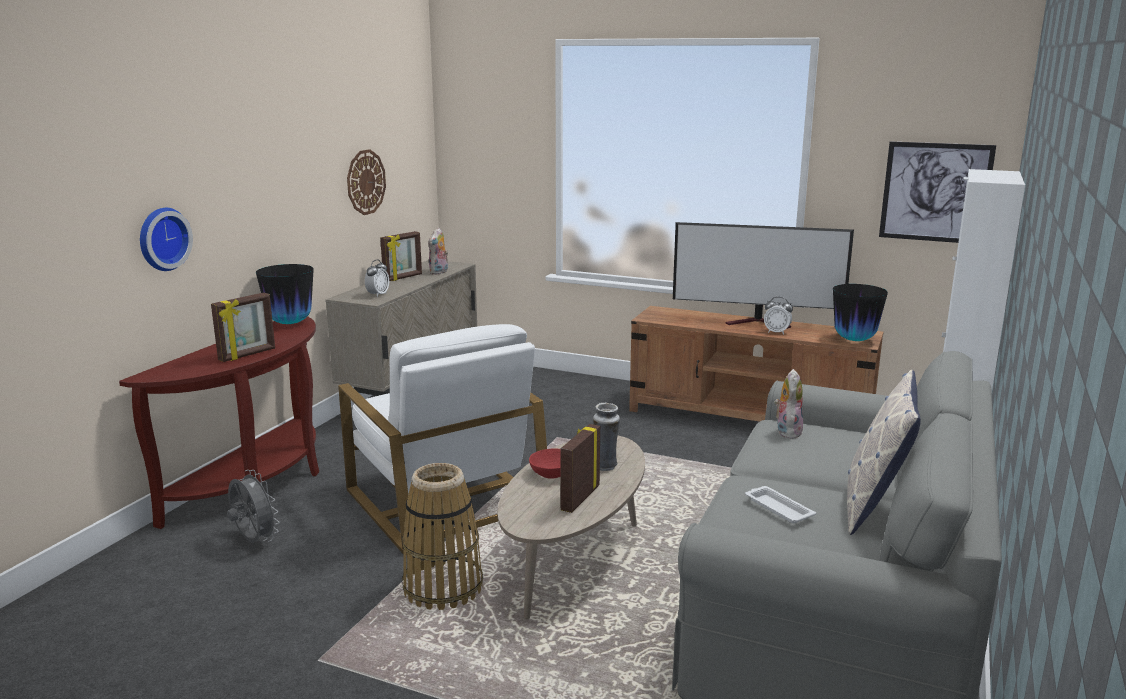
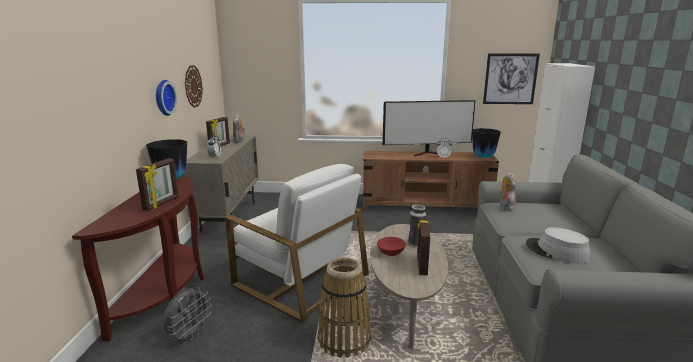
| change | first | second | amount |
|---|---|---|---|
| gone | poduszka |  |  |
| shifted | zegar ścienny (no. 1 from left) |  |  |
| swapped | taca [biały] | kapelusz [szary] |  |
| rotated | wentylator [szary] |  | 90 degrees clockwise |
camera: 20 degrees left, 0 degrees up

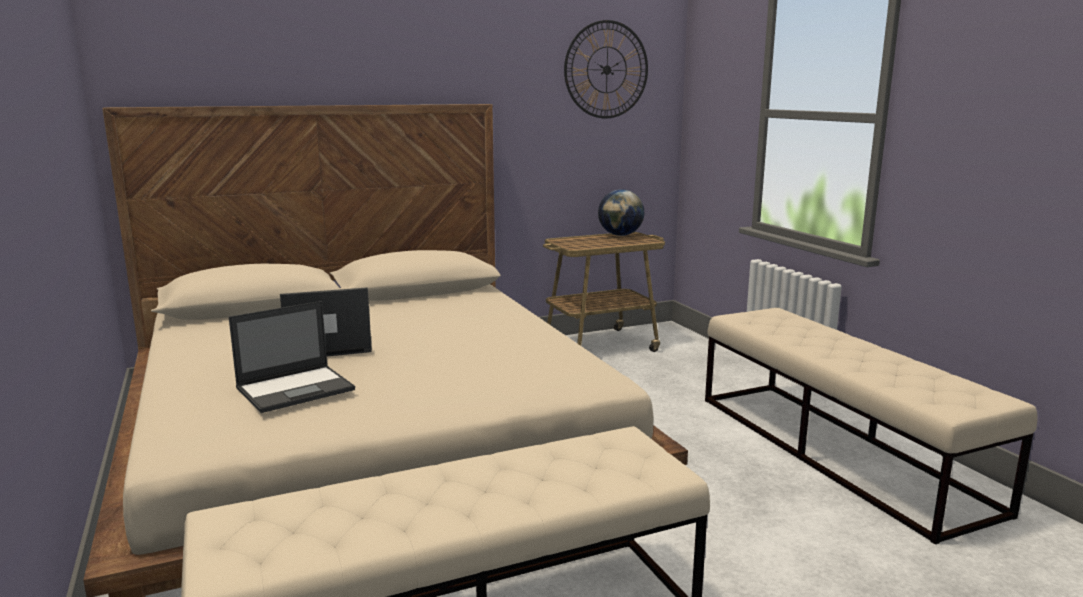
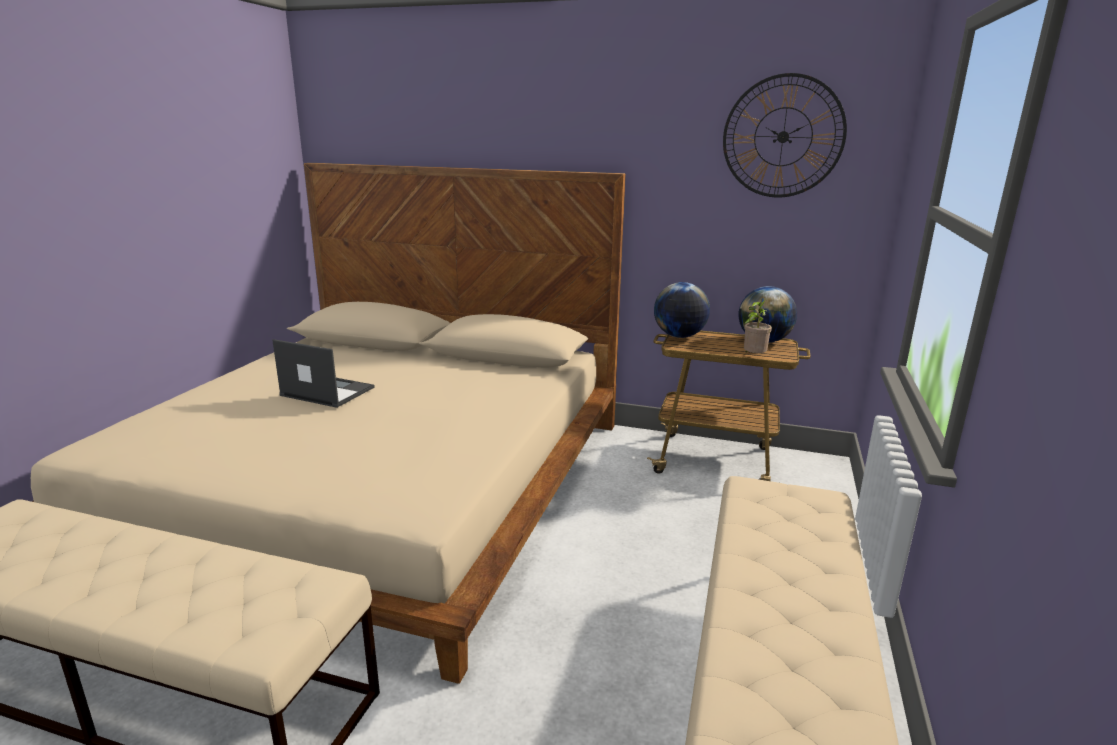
| change | first | second | amount |
|---|---|---|---|
| gone | laptop (no. 1 from left) |  |  |
| new |  | globus (no. 1 from left) |  |
| new |  | roślina doniczkowa |  |
camera: 40 degrees right, 5 degrees up

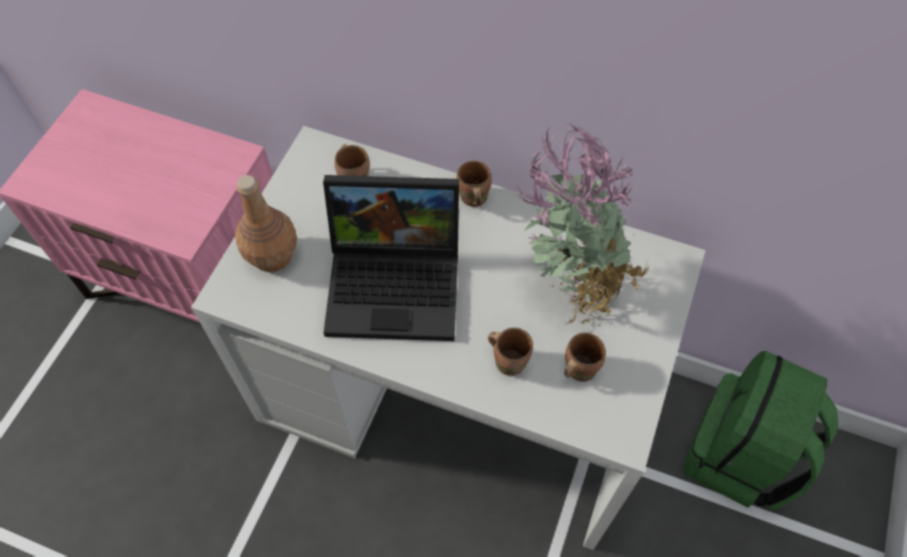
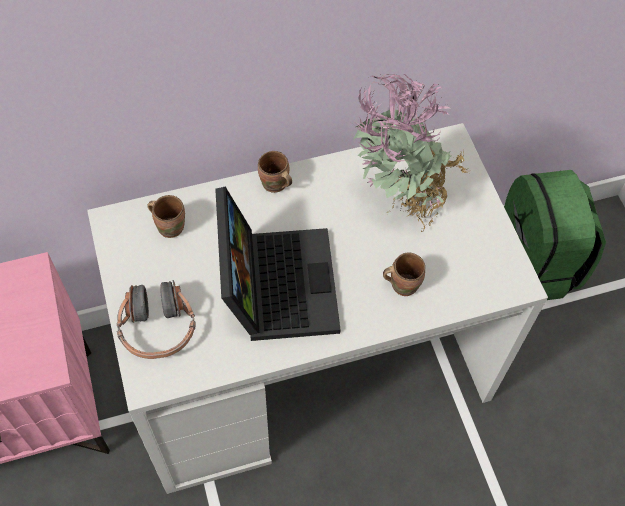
| change | first | second | amount |
|---|---|---|---|
| gone | kubek [brązowy] (no. 4 from left) |  |  |
| swapped | butelka [brązowy] | słuchawki |  |
| rotated | laptop |  | 60 degrees counterclockwise |
camera: 40 degrees left, 0 degrees up

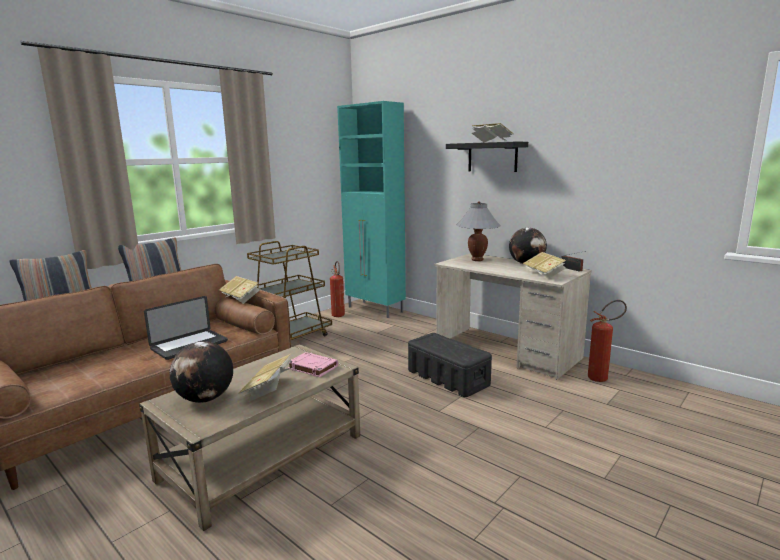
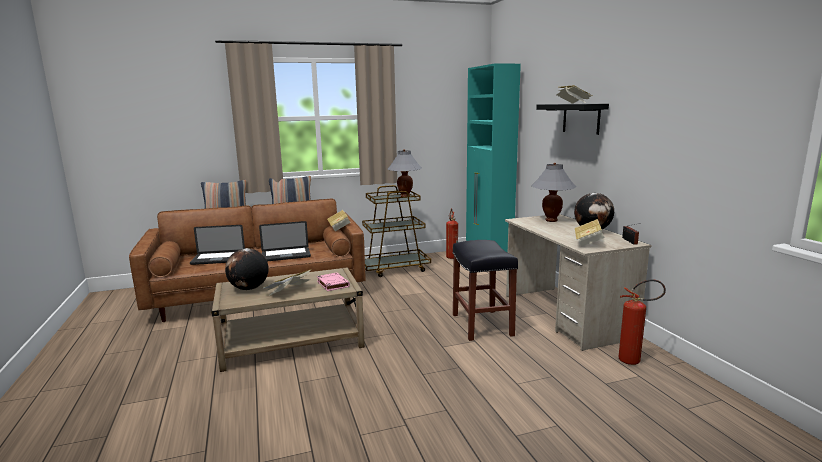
| change | first | second | amount |
|---|---|---|---|
| new |  | laptop (no. 1 from left) |  |
| new |  | lampa stołowa [szary] (no. 1 from left) |  |
| swapped | pojemnik do przechowywania [czarny] | stołek [czarny] |  |
camera: 30 degrees right, 0 degrees up

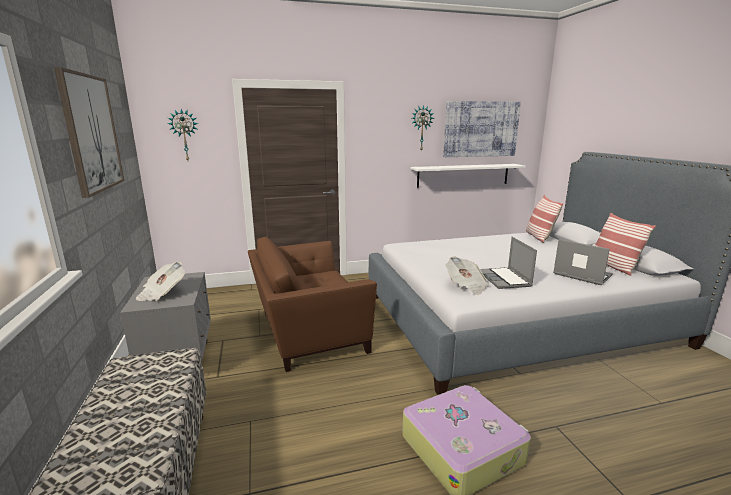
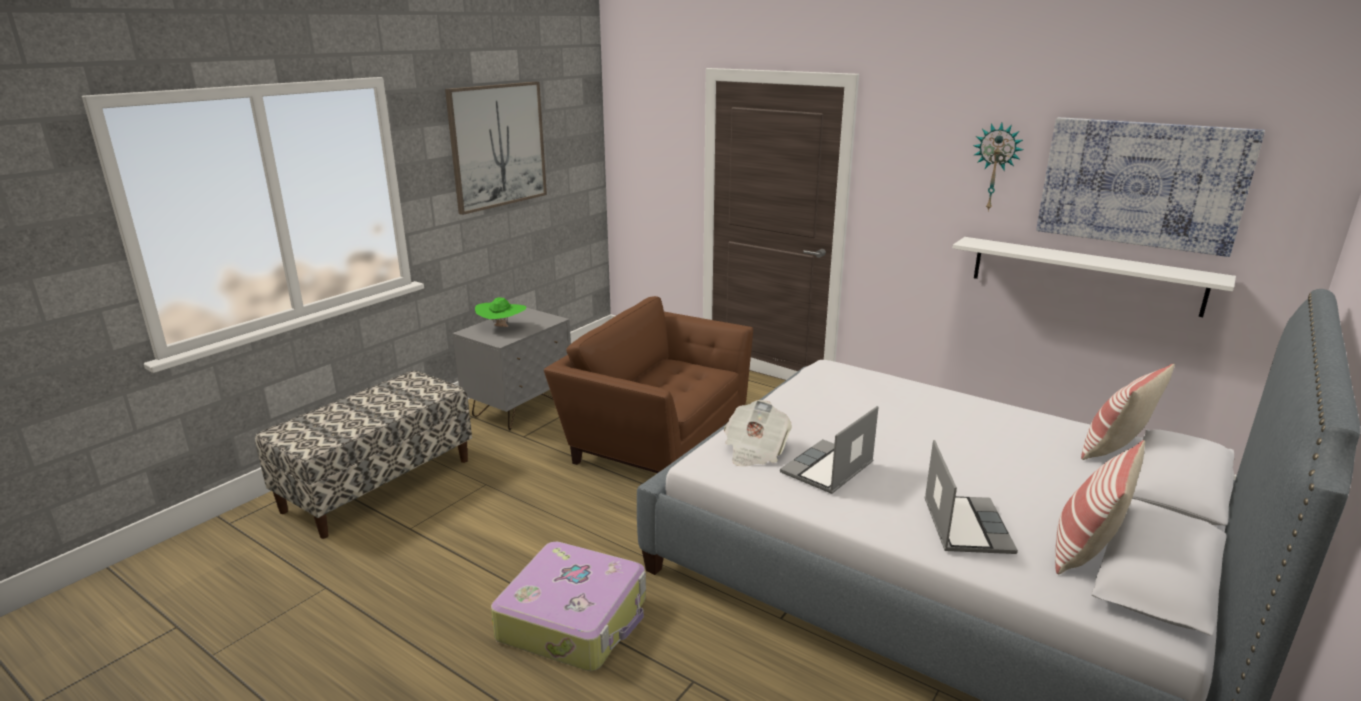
| change | first | second | amount |
|---|---|---|---|
| gone | zegar ścienny (no. 1 from left) |  |  |
| swapped | gazeta (no. 1 from left) | kapelusz [zielony] |  |
camera: 50 degrees right, 5 degrees up

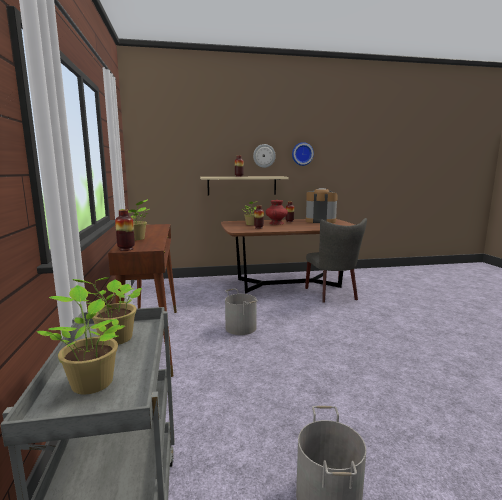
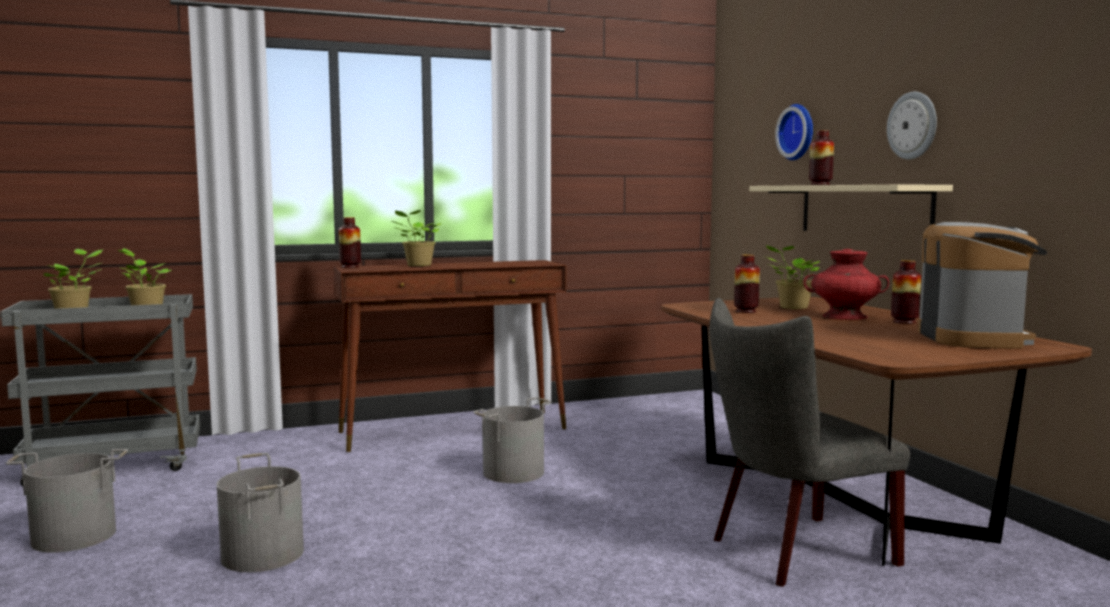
| change | first | second | amount |
|---|---|---|---|
| new |  | wiadro [szary] (no. 2 from left) |  |
| shifted | zegar ścienny (no. 2 from left in the first image) | zegar ścienny (no. 1 from left) |  |
camera: 80 degrees right, 5 degrees down

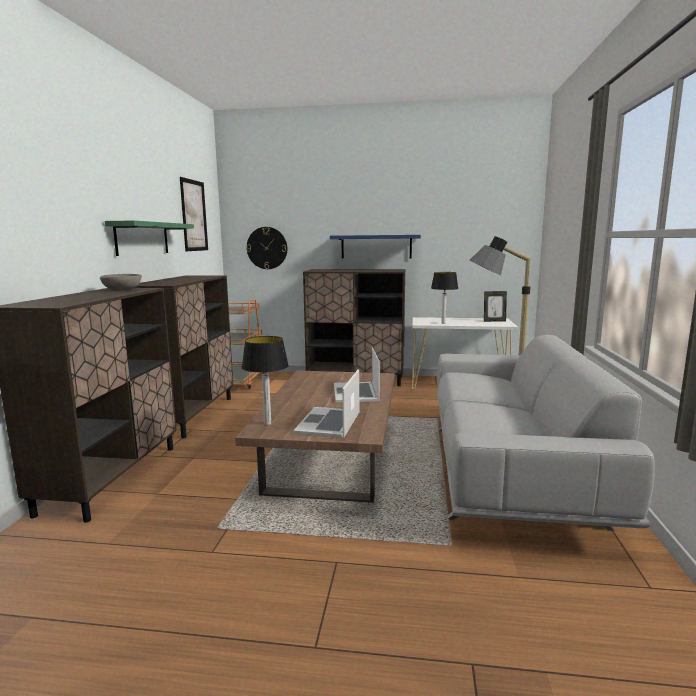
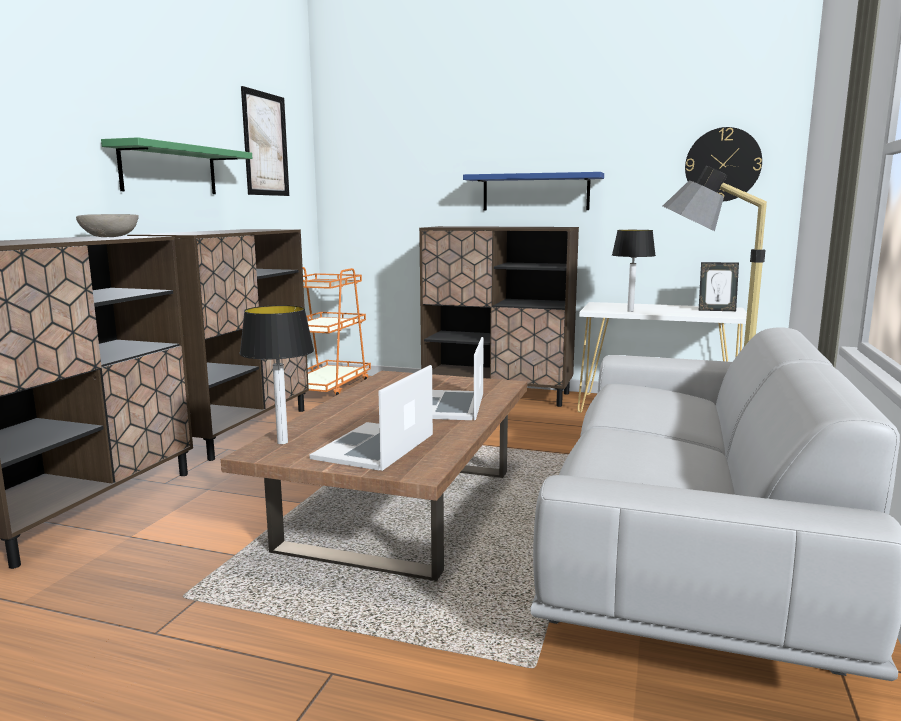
| change | first | second | amount |
|---|---|---|---|
| shifted | zegar ścienny |  |  |
camera: 10 degrees right, 0 degrees up

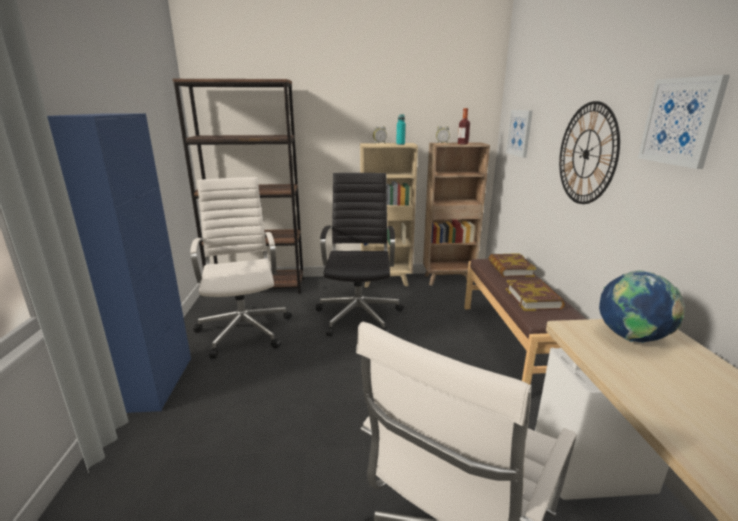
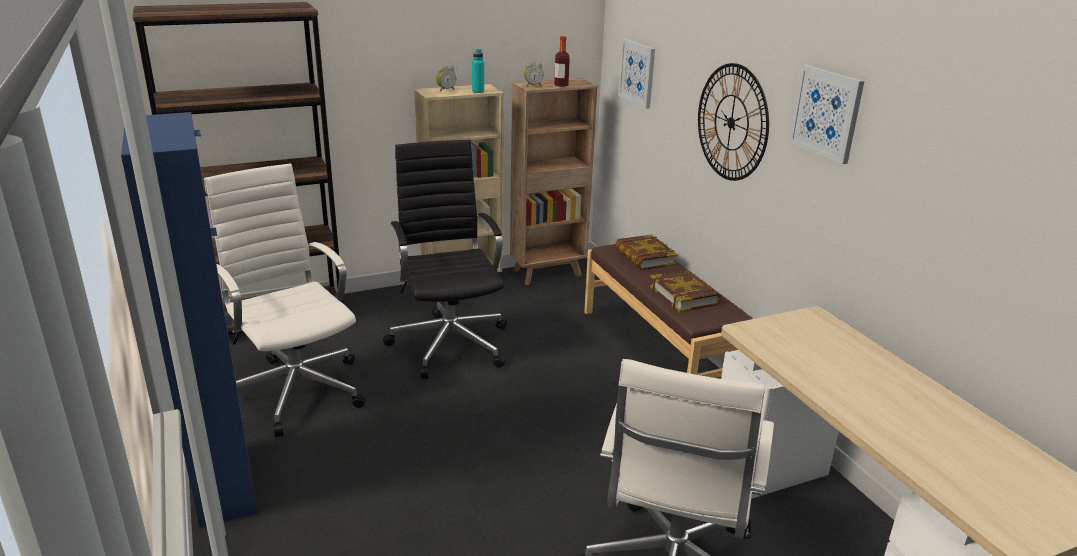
| change | first | second | amount |
|---|---|---|---|
| gone | globus |  |  |
camera: 20 degrees left, 5 degrees up

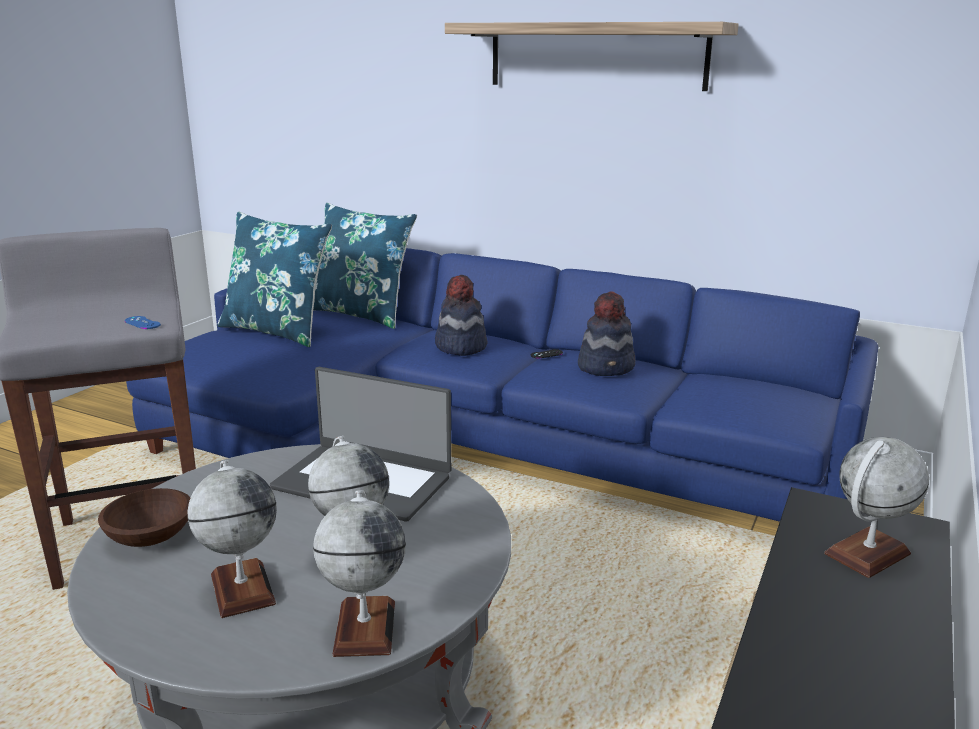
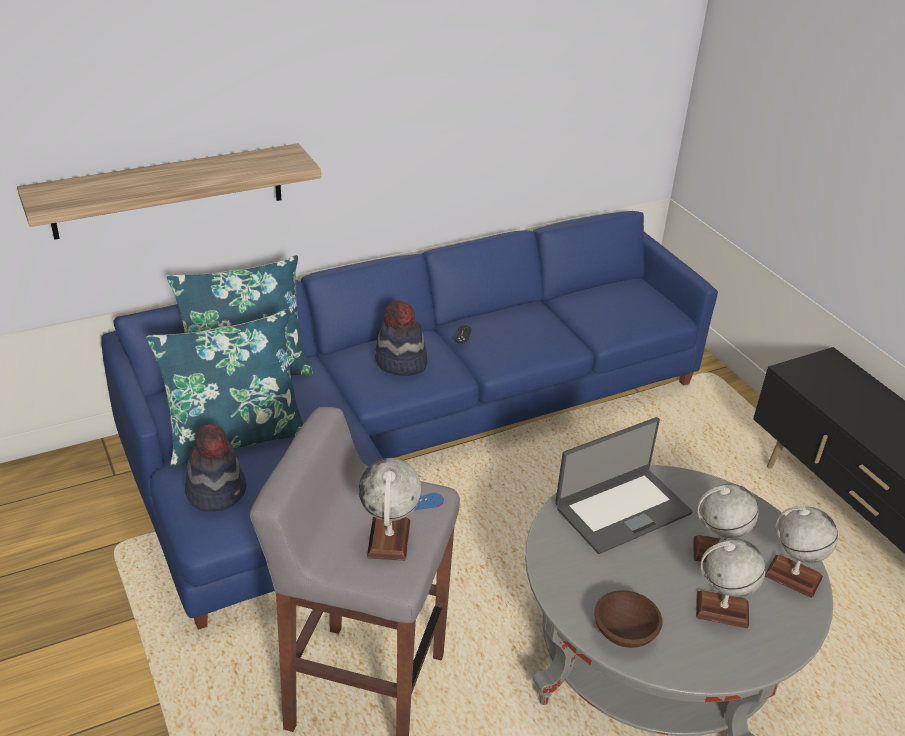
| change | first | second | amount |
|---|---|---|---|
| shifted | półka |  |  |
| shifted | kapelusz (no. 2 from left in the first image) | kapelusz (no. 1 from left) |  |
| shifted | globus (no. 4 from left in the first image) | globus (no. 1 from left) |  |
camera: 55 degrees left, 15 degrees up

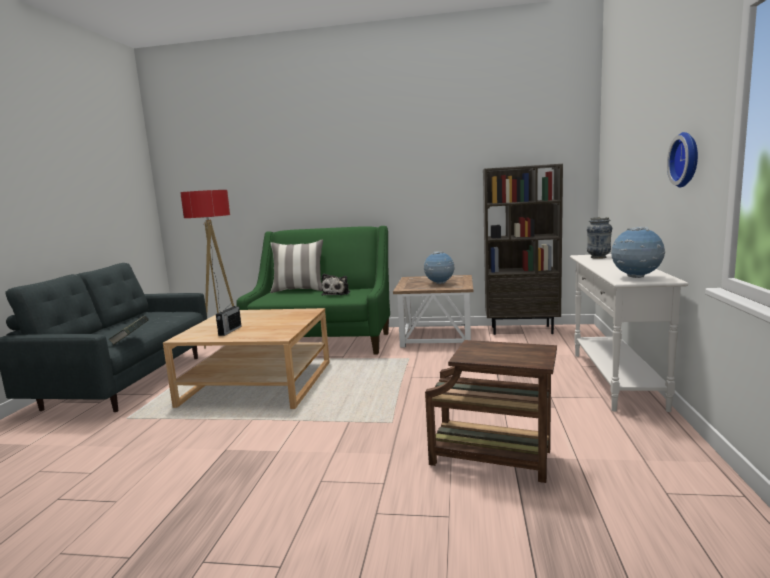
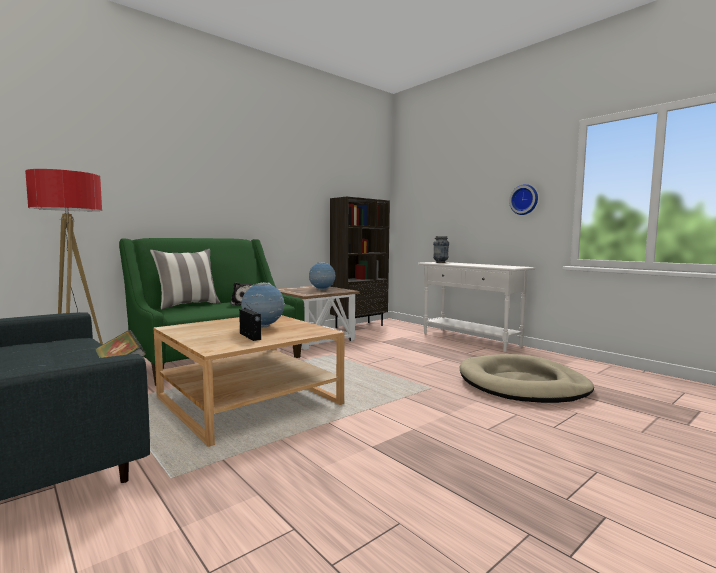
| change | first | second | amount |
|---|---|---|---|
| shifted | globus (no. 2 from left in the first image) | globus (no. 1 from left) |  |
| swapped | stolik [brązowy] (no. 2 from left) | legowisko [beżowy] |  |
camera: 50 degrees left, 5 degrees down

